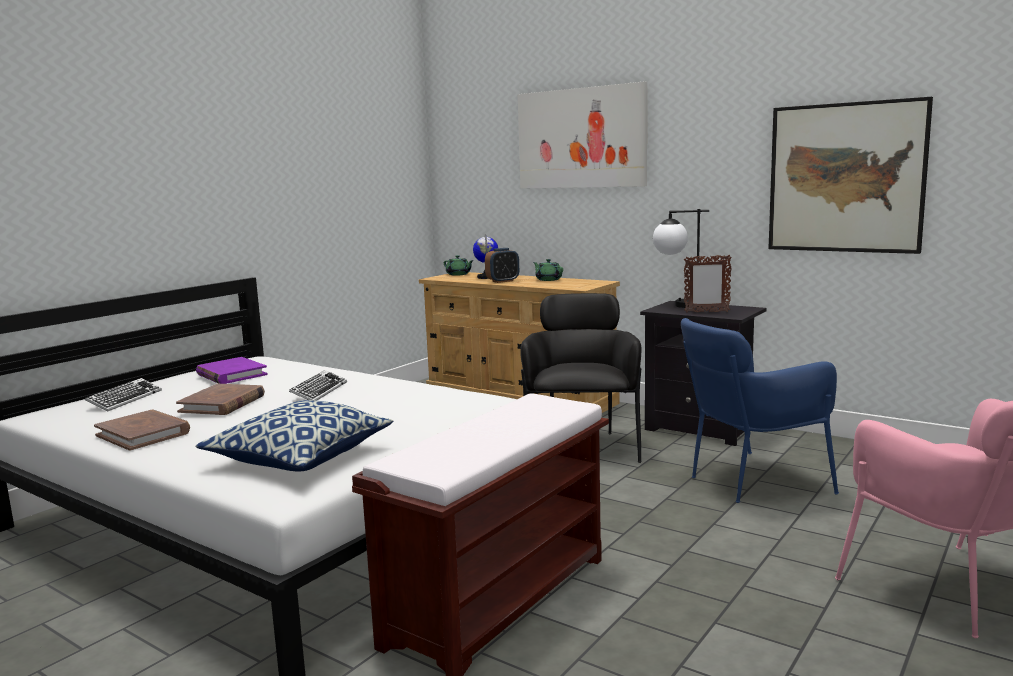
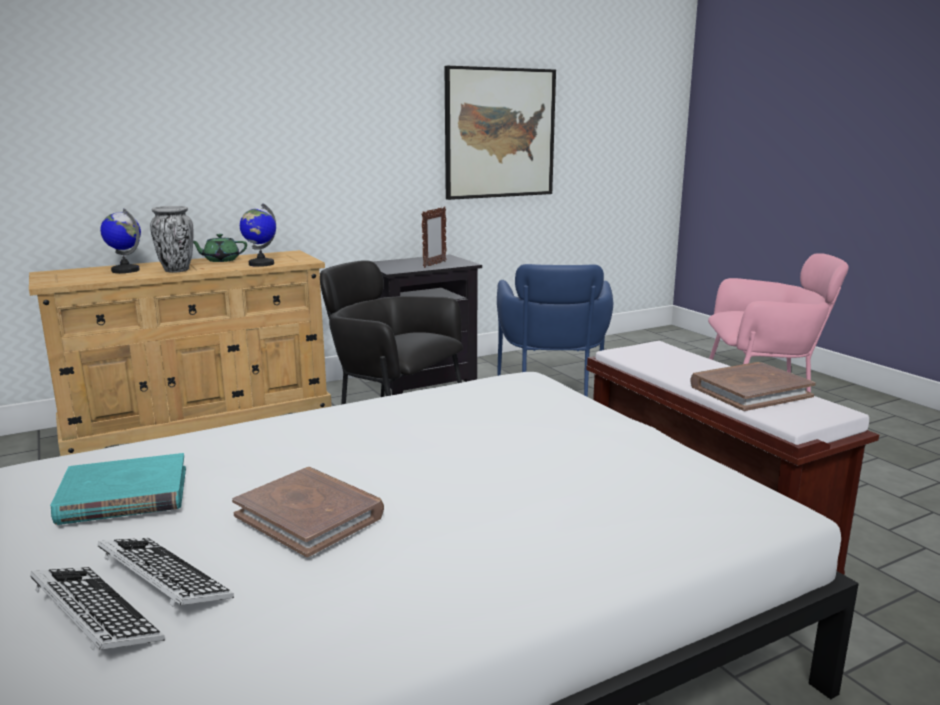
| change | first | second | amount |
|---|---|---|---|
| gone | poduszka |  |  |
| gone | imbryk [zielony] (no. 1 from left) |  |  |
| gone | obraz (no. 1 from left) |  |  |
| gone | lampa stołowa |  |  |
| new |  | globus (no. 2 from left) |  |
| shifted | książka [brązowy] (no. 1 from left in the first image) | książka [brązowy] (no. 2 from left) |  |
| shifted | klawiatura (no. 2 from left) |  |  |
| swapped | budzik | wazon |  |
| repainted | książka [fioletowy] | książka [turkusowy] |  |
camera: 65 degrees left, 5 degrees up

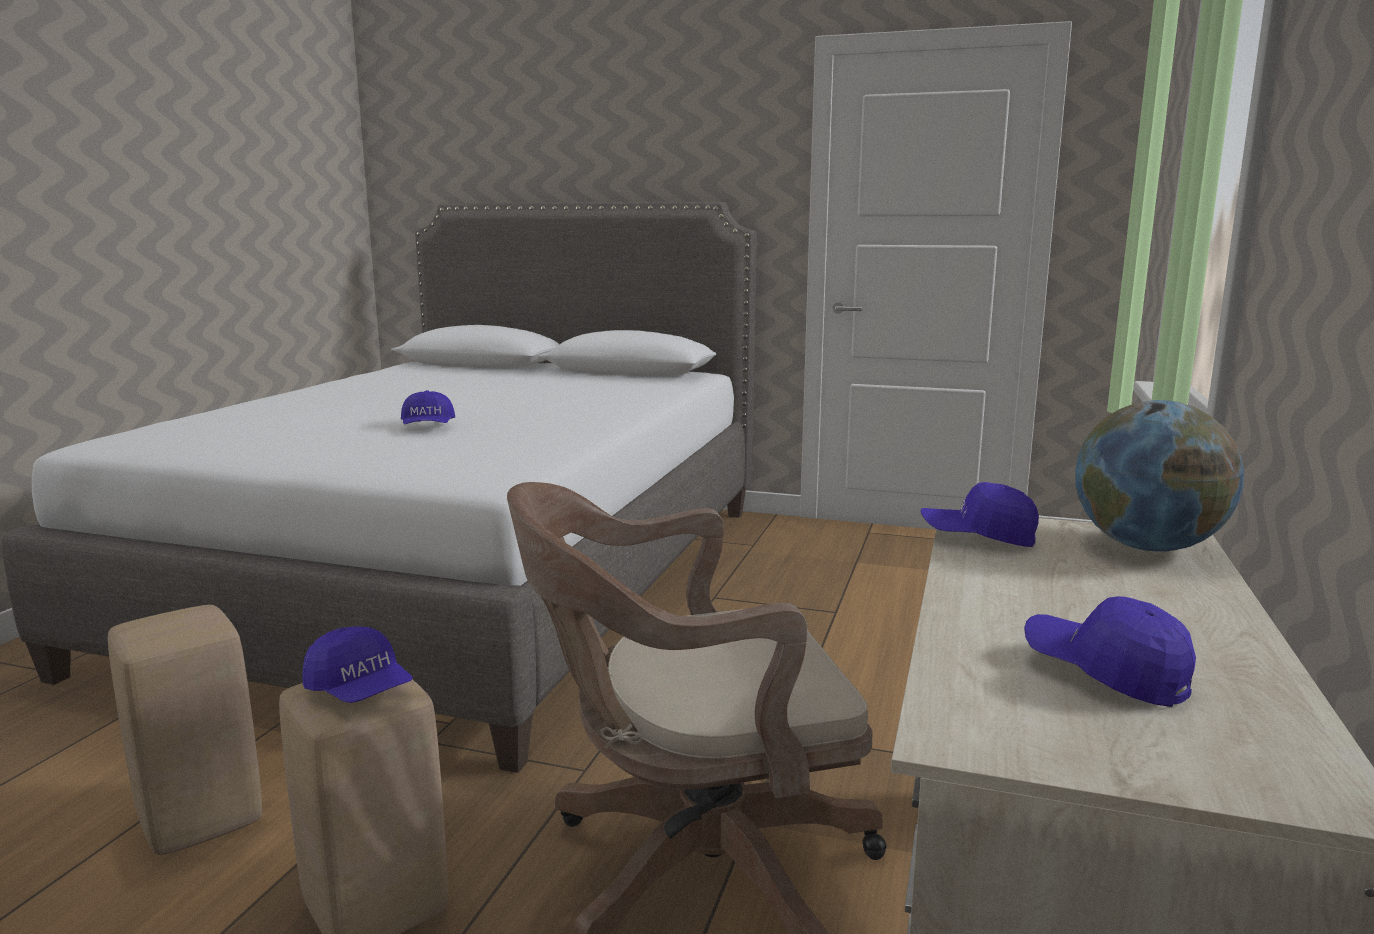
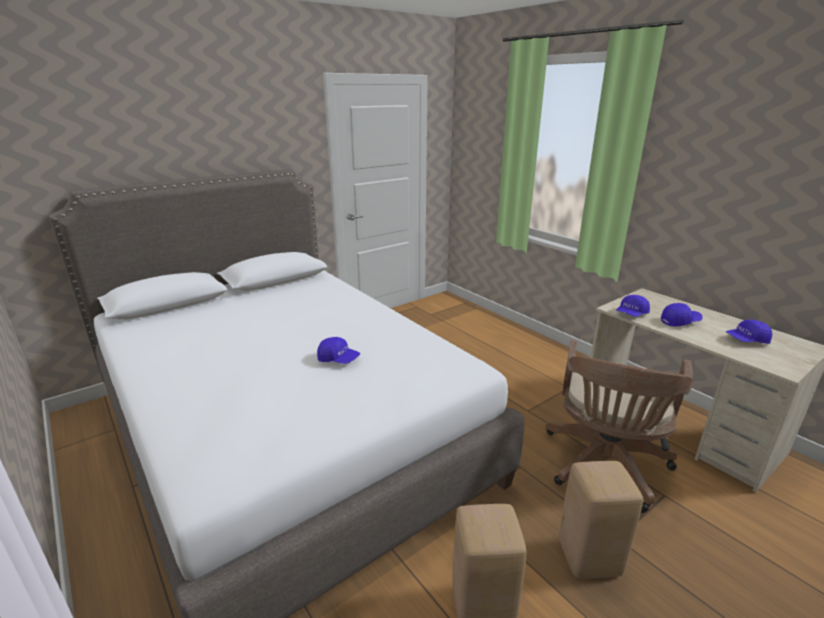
| change | first | second | amount |
|---|---|---|---|
| gone | globus |  |  |
| shifted | czapka z daszkiem [niebieski] (no. 1 from left in the first image) | czapka z daszkiem [niebieski] (no. 3 from left) |  |
camera: 55 degrees left, 10 degrees up

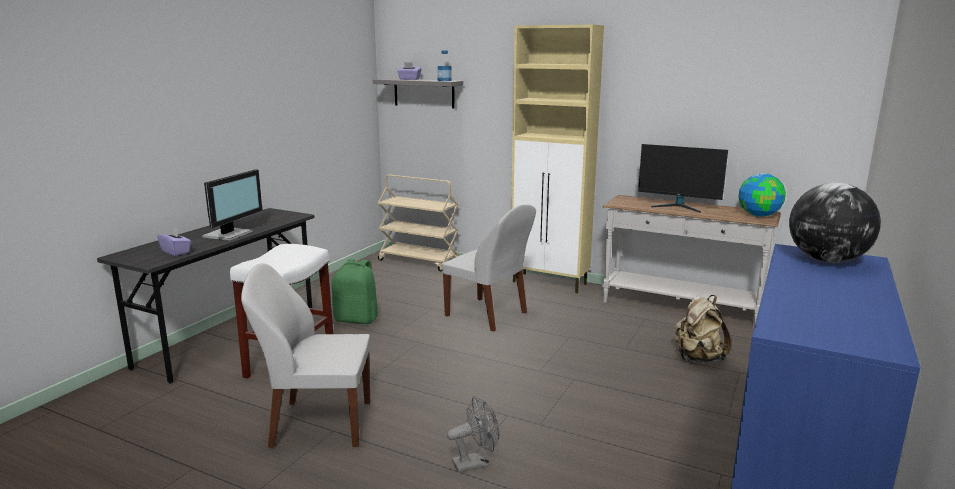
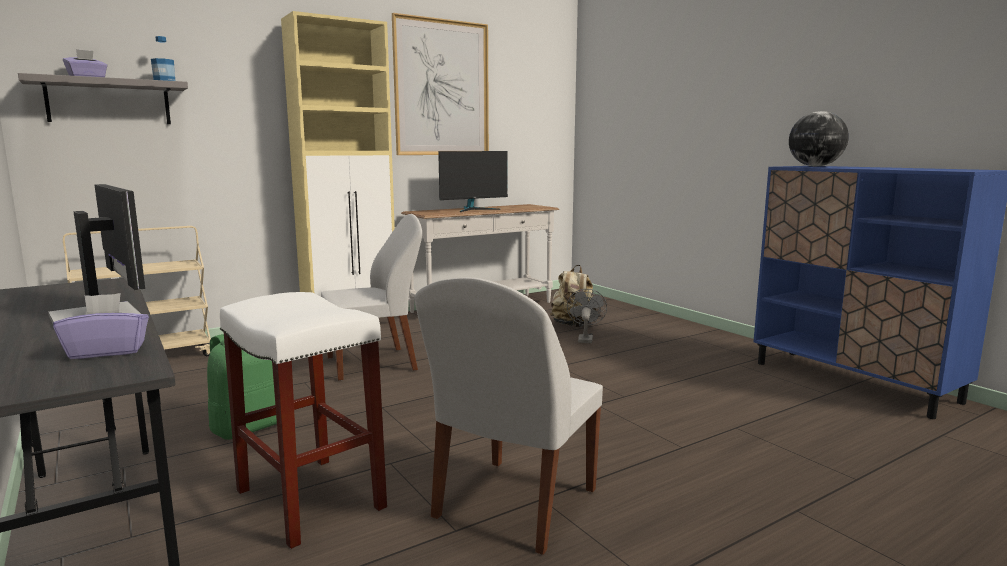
| change | first | second | amount |
|---|---|---|---|
| gone | globus (no. 1 from left) |  |  |
| new |  | obraz |  |
| shifted | wentylator [szary] |  |  |
camera: 60 degrees left, 5 degrees down

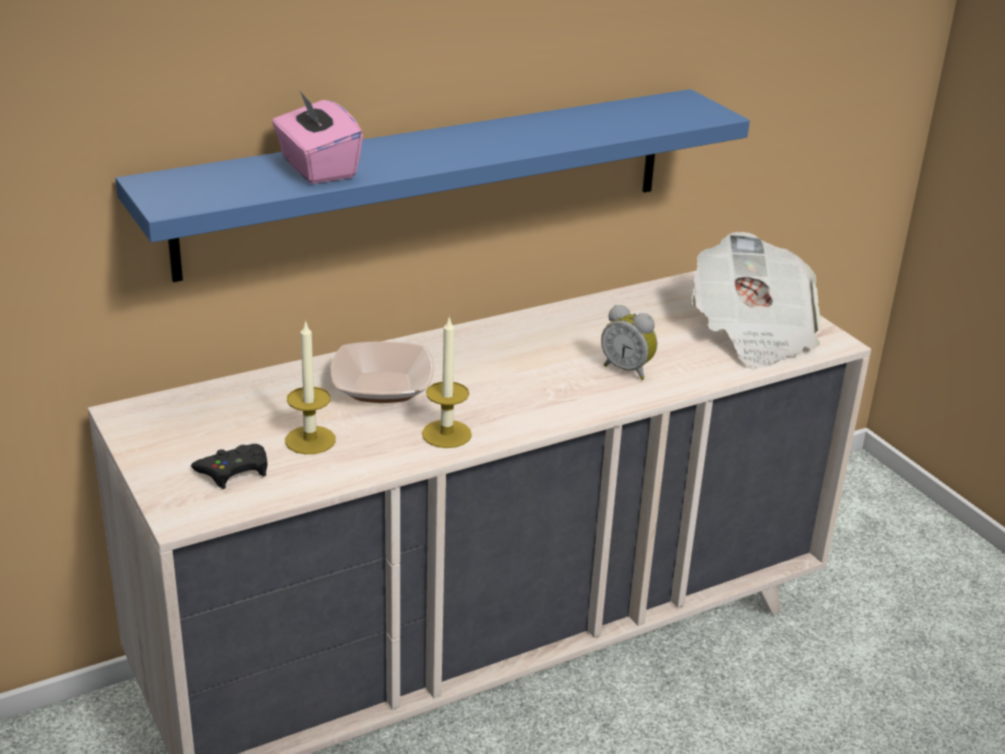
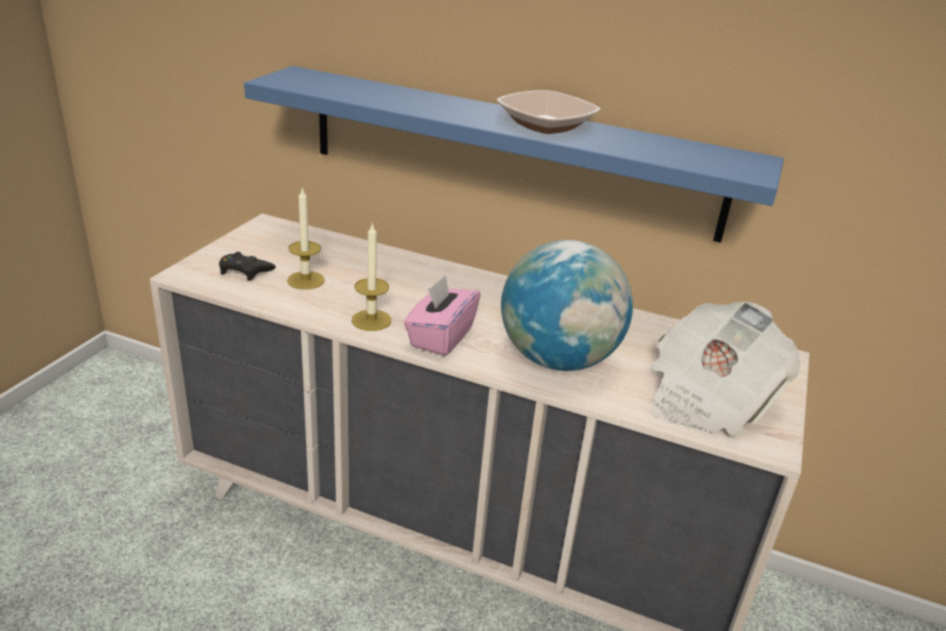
| change | first | second | amount |
|---|---|---|---|
| shifted | pudełko chusteczek [różowy] |  |  |
| shifted | miska |  |  |
| swapped | budzik | globus |  |
camera: 50 degrees right, 0 degrees up

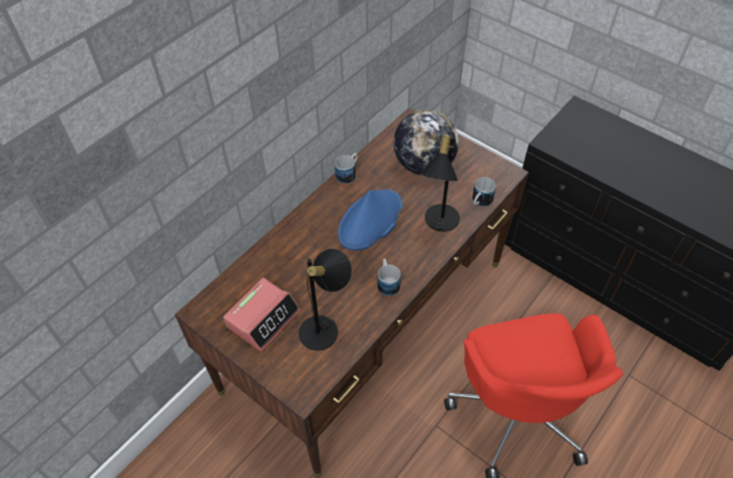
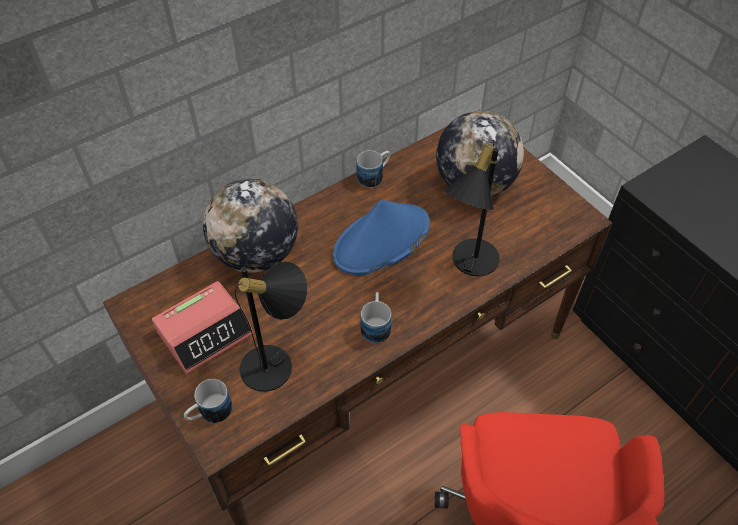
| change | first | second | amount |
|---|---|---|---|
| new |  | globus (no. 1 from left) |  |
| shifted | kubek (no. 3 from left in the first image) | kubek (no. 1 from left) |  |
camera: 15 degrees right, 0 degrees up

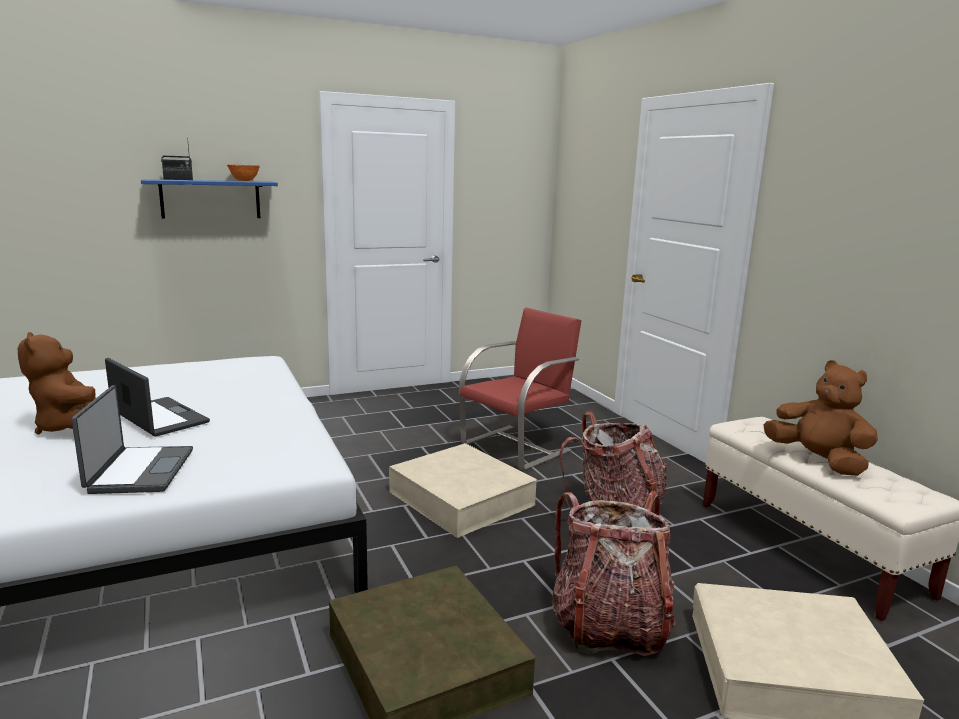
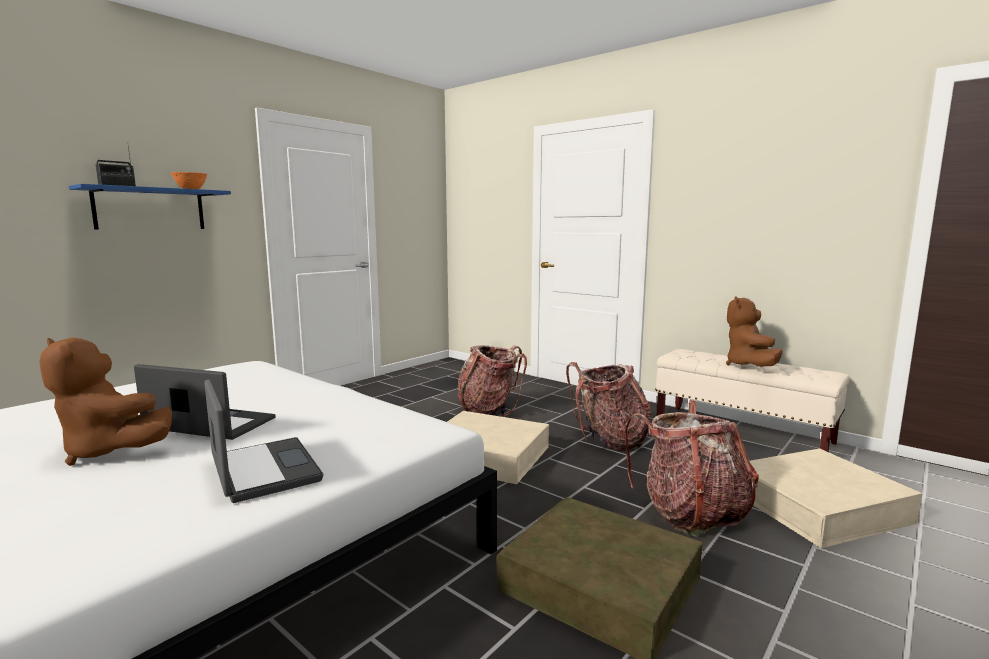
| change | first | second | amount |
|---|---|---|---|
| swapped | krzesło [czerwony] | plecak (no. 1 from left) |  |
| rotated | pluszak [brązowy] (no. 2 from left) |  | 105 degrees counterclockwise |
camera: 25 degrees left, 5 degrees down

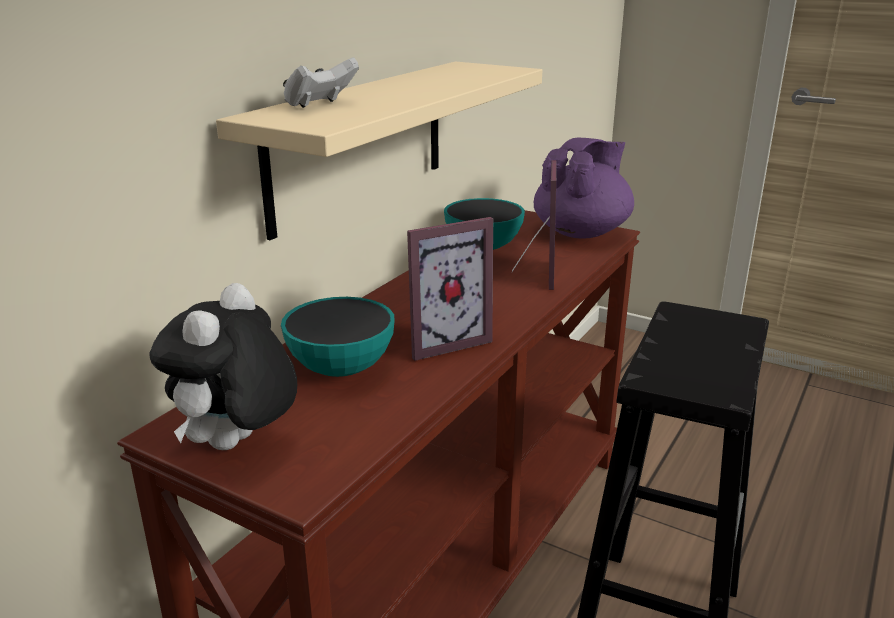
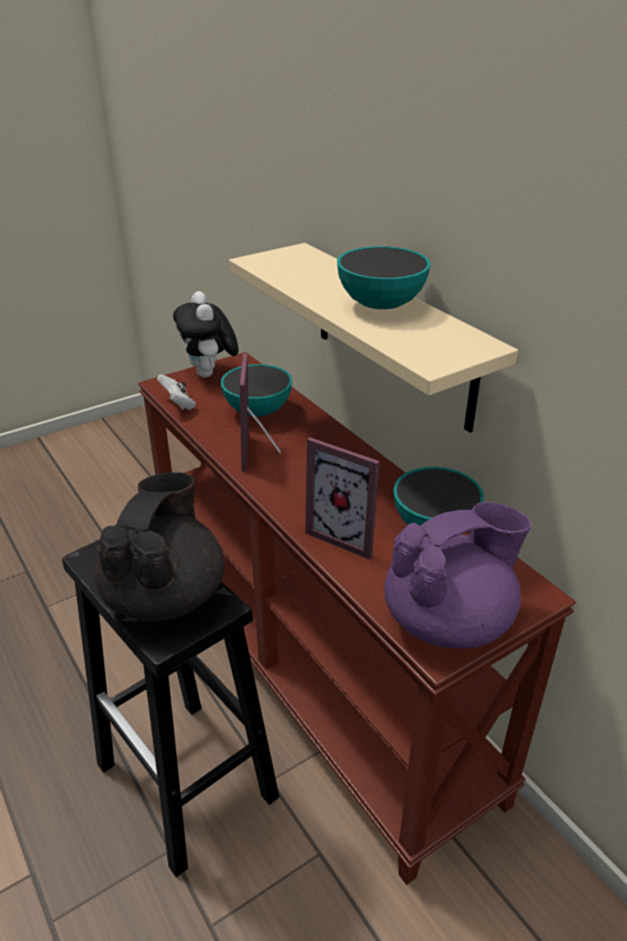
| change | first | second | amount |
|---|---|---|---|
| new |  | imbryk [czarny] |  |
| new |  | miska (no. 2 from left) |  |
| shifted | pad do gier [biały] |  |  |
| rotated | pluszak |  | 150 degrees counterclockwise |
| rotated | imbryk [fioletowy] |  | 90 degrees counterclockwise |
camera: 115 degrees right, 10 degrees up

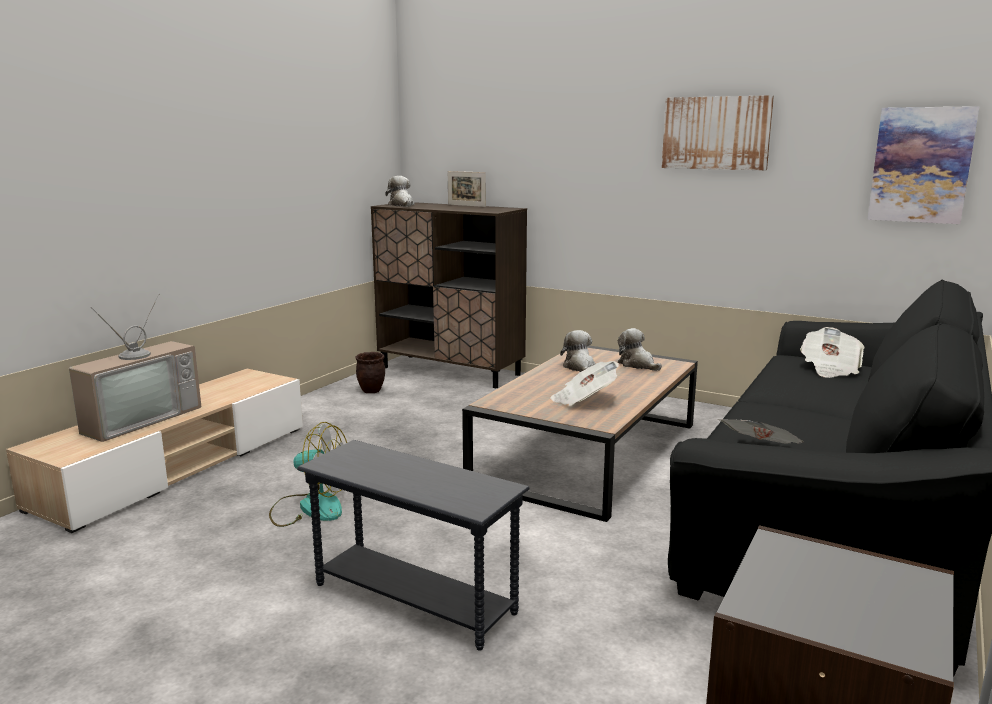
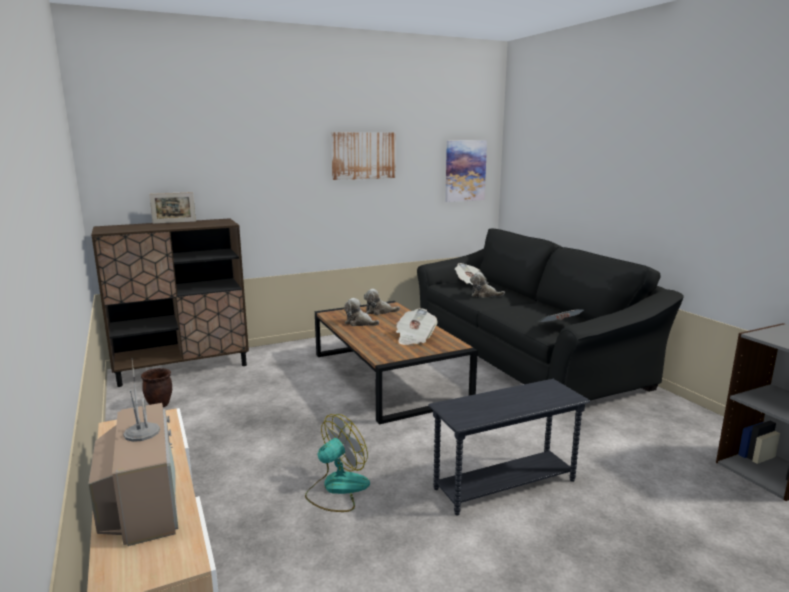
| change | first | second | amount |
|---|---|---|---|
| shifted | pluszak (no. 1 from left in the first image) | pluszak (no. 3 from left) |  |
camera: 55 degrees left, 0 degrees up

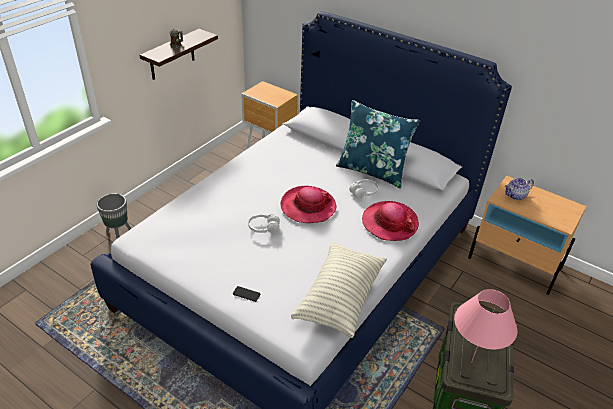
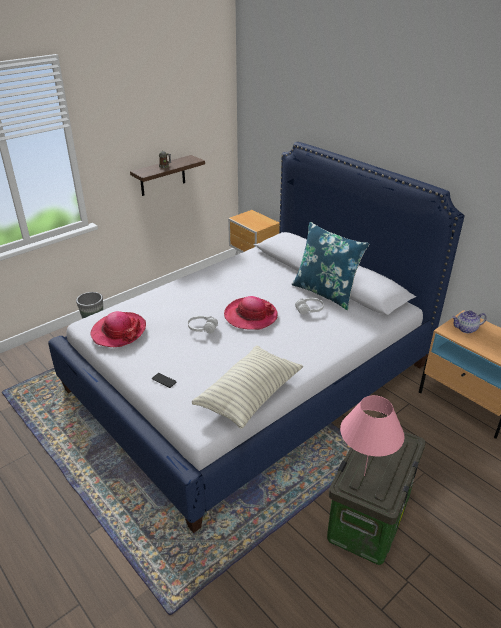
| change | first | second | amount |
|---|---|---|---|
| shifted | kapelusz (no. 2 from left in the first image) | kapelusz (no. 1 from left) |  |
camera: 15 degrees right, 5 degrees down

